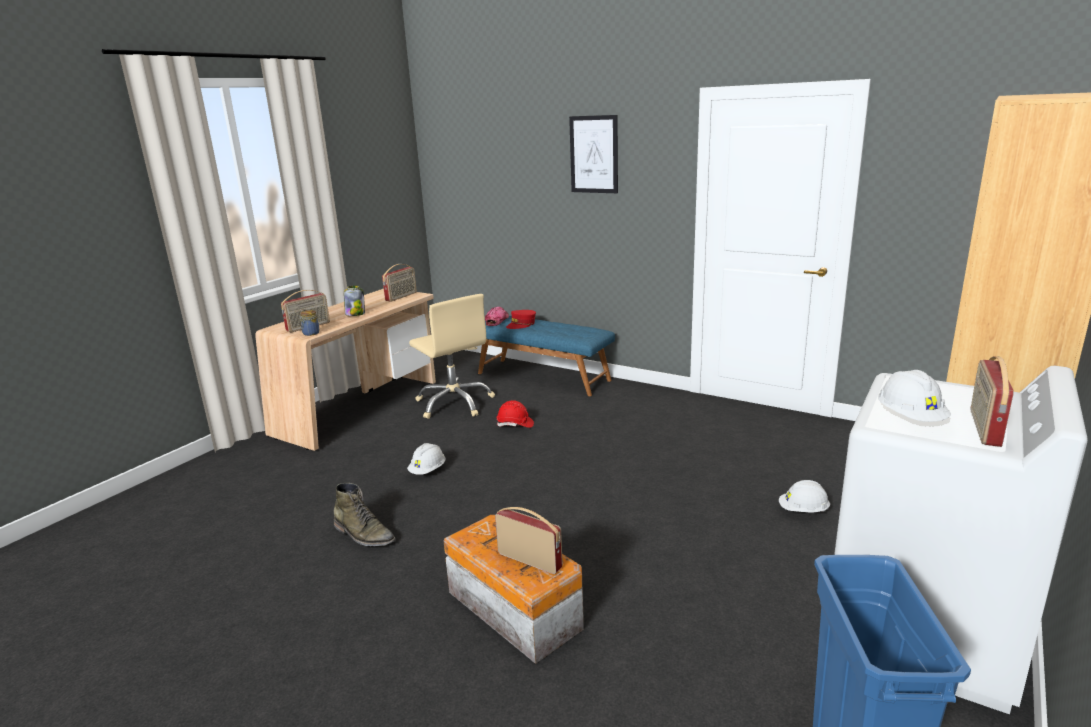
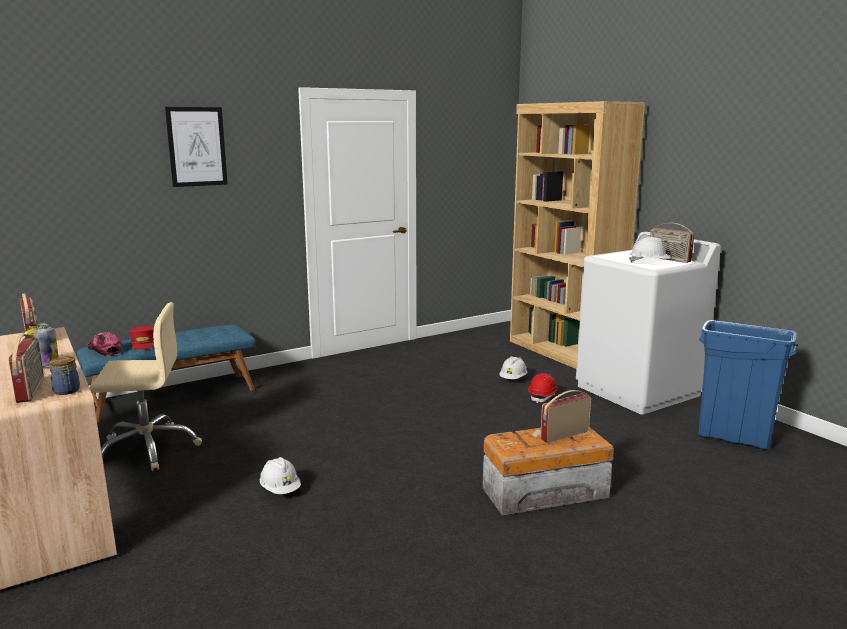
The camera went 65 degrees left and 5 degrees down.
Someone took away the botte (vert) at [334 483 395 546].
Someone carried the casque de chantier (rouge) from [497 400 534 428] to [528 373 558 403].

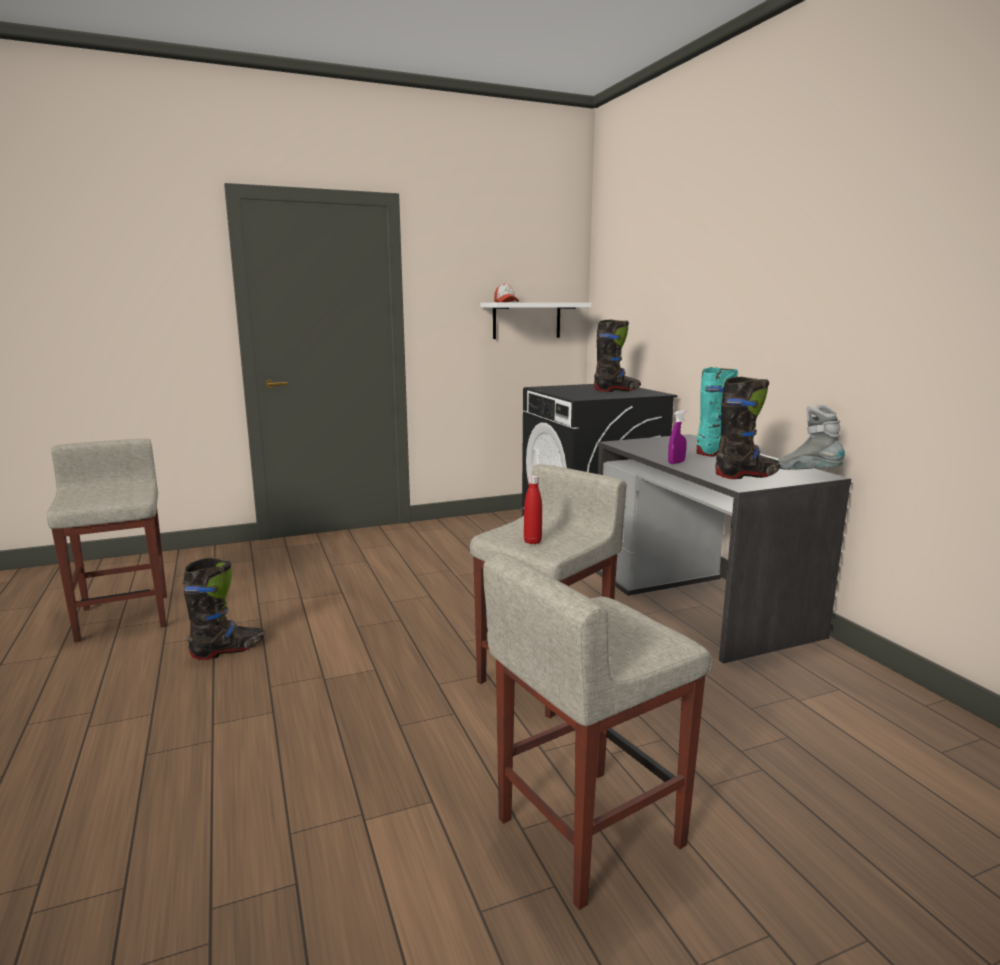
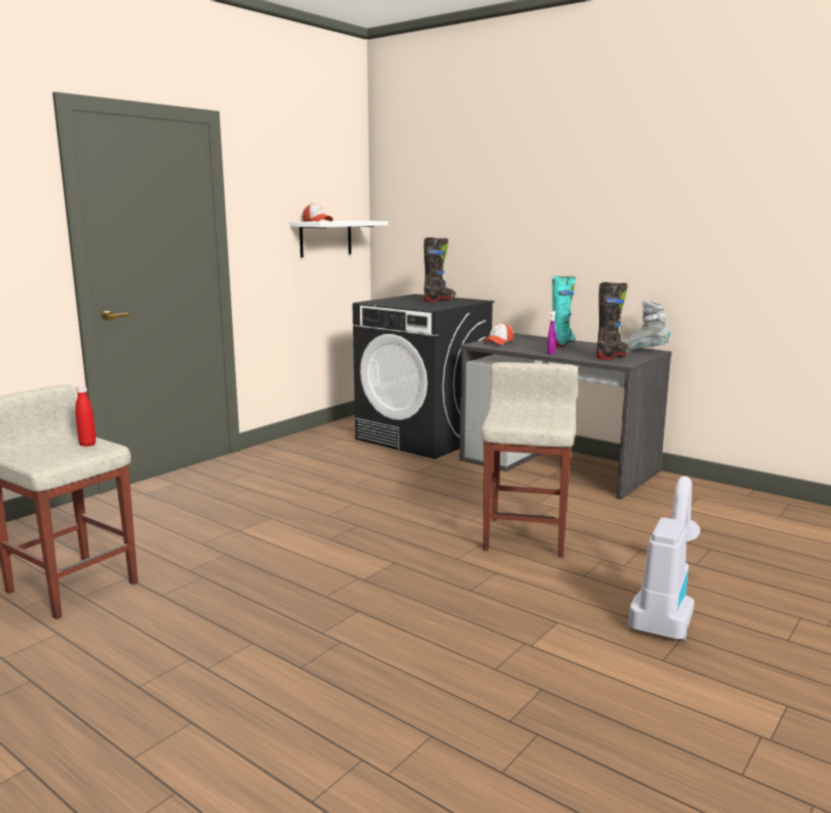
The camera went 30 degrees left and 0 degrees up.
Someone took away the botte (noir) at [183 558 265 660].
Someone swapped the tabouret (beige) at [483 553 712 910] for the aspirateur at [628 476 700 641].
Someone carried the bouteille (rouge) from [524 475 542 544] to [75 385 96 447].
Someone put down the casquette at [483 323 513 345].

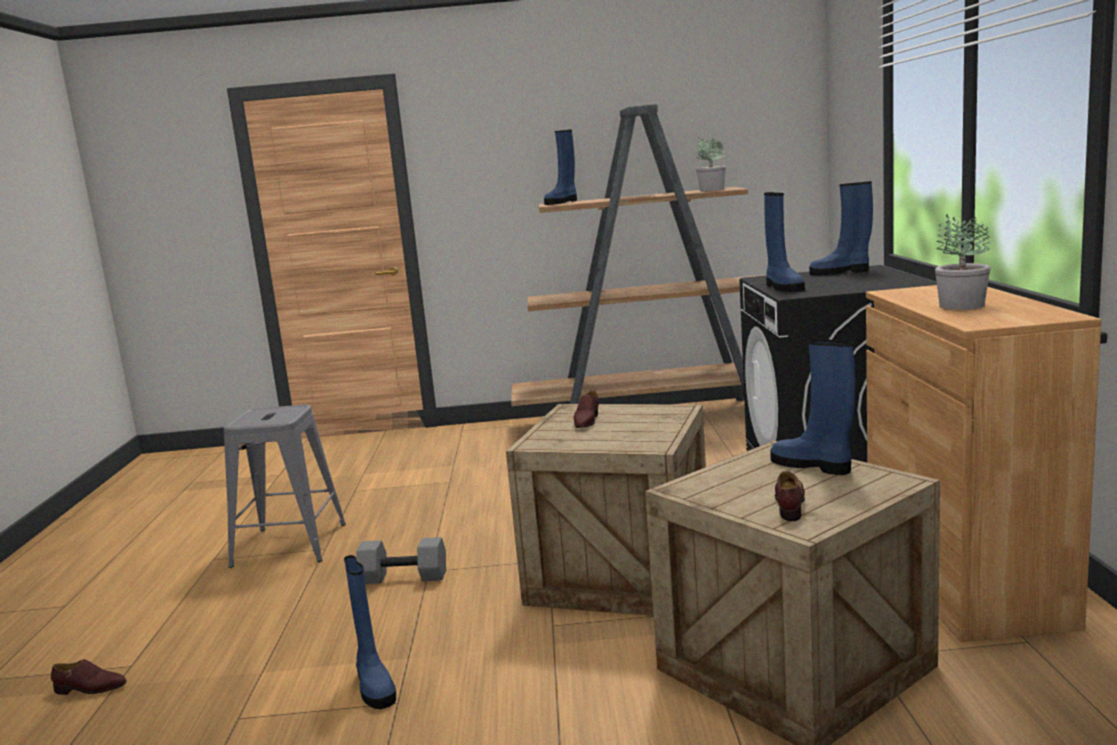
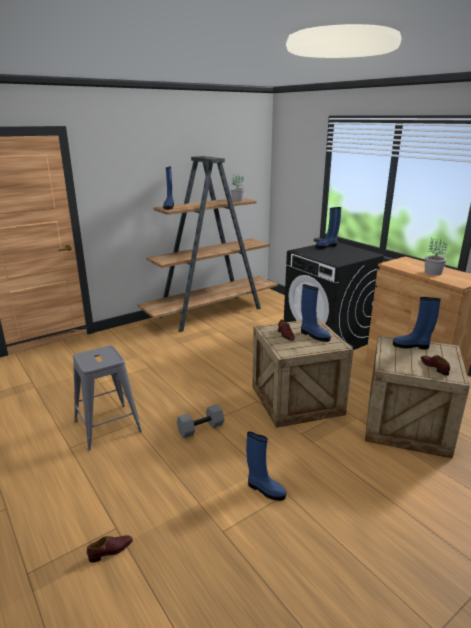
The camera went 35 degrees left and 10 degrees up.
Someone carried the botte (bleu) from [764 192 805 292] to [301 284 331 342].

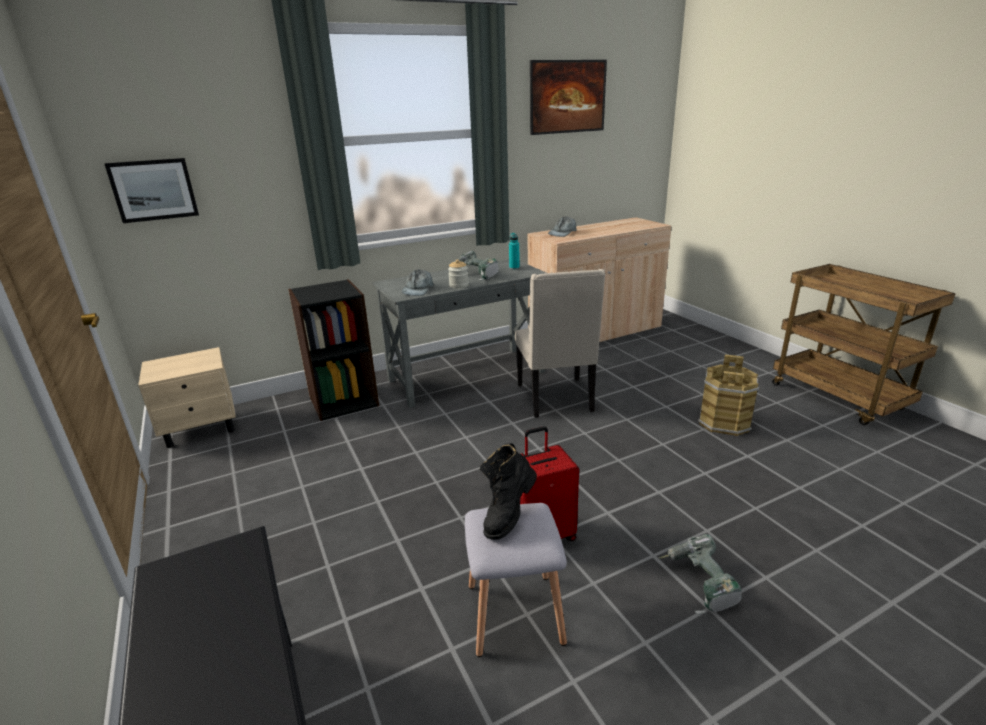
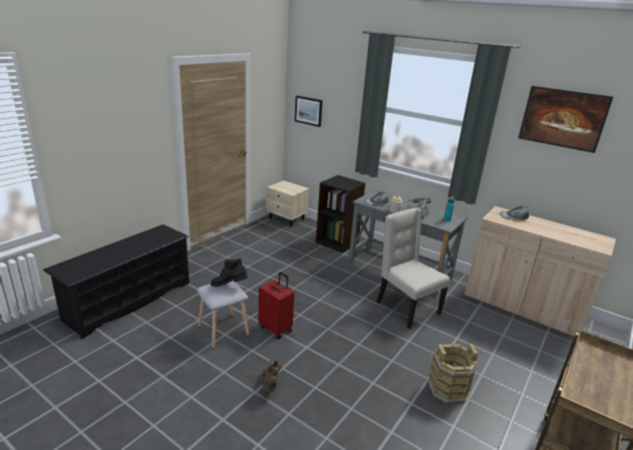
The camera went 60 degrees right and 0 degrees up.
Someone rotated the chaise (beige) at [515 269 606 418] by 90 degrees clockwise.
Someone swapped the perceuse at [659 534 742 615] for the botte (marron) at [260 359 284 392].

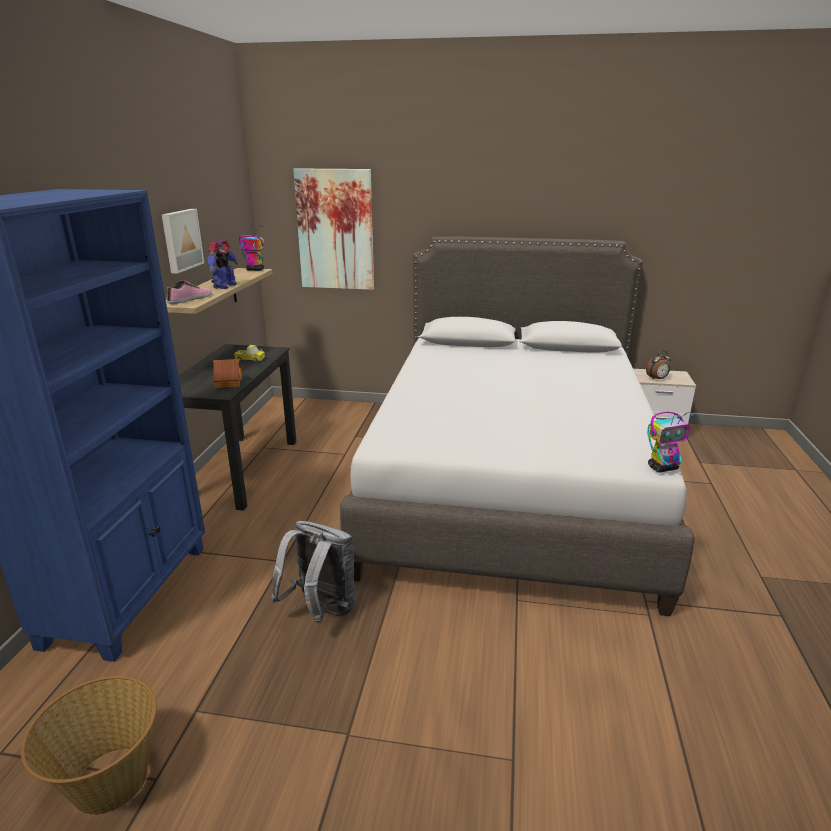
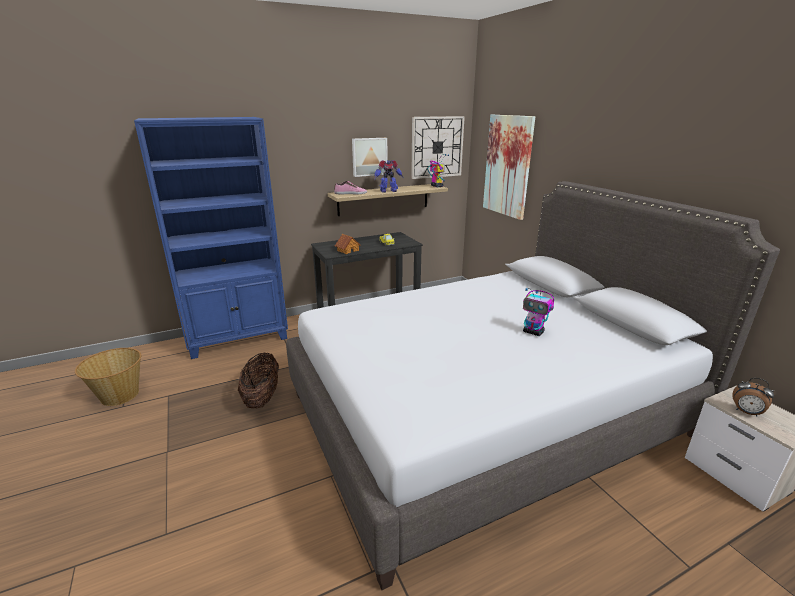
The camera went 55 degrees right and 0 degrees up.
Someone swapped the sac à dos (gris) at [271 521 355 624] for the panier at [238 353 279 408].
Someone carried the robot jouet from [647 412 694 472] to [523 288 554 336].
Someone put up the horloge murale at [411 116 465 179].

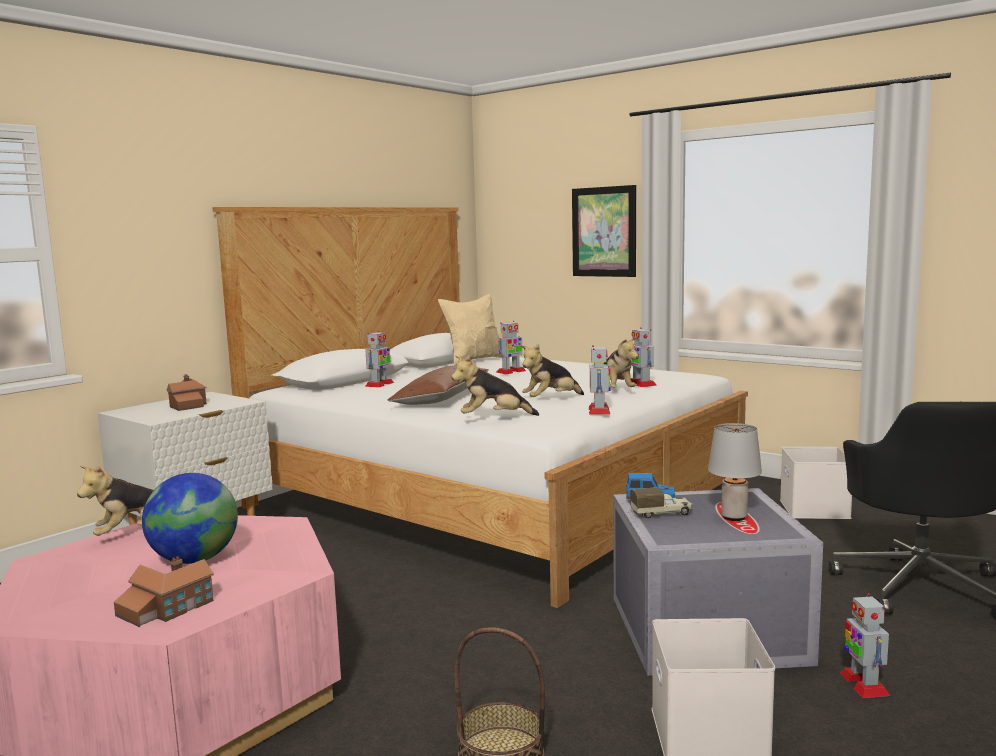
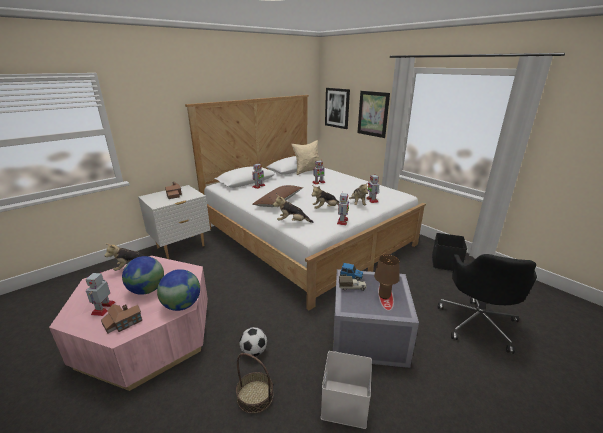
The camera went 10 degrees right and 15 degrees up.
Someone repainted the lampe de table (gris) at [708 423 762 521], which became the lampe de table (marron) at [374 254 400 299].
Someone repainted the boîte de rangement (blanc) at [780 447 852 519], which became the boîte de rangement (noir) at [432 233 467 271].
Someone carried the robot jouet from [840 593 890 698] to [86 272 115 316].
Someone put down the globe at [157 269 200 311].
Someone put down the ballon de foot at [239 327 267 356].
Someone put up the tableau at [325 88 350 129].

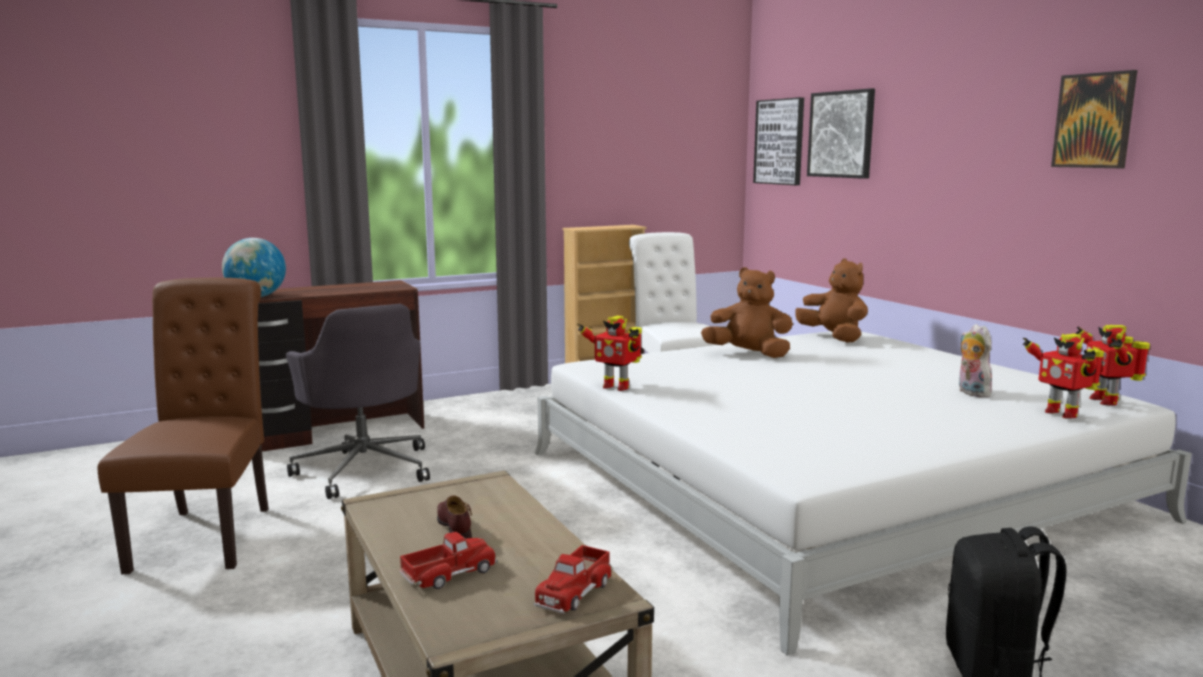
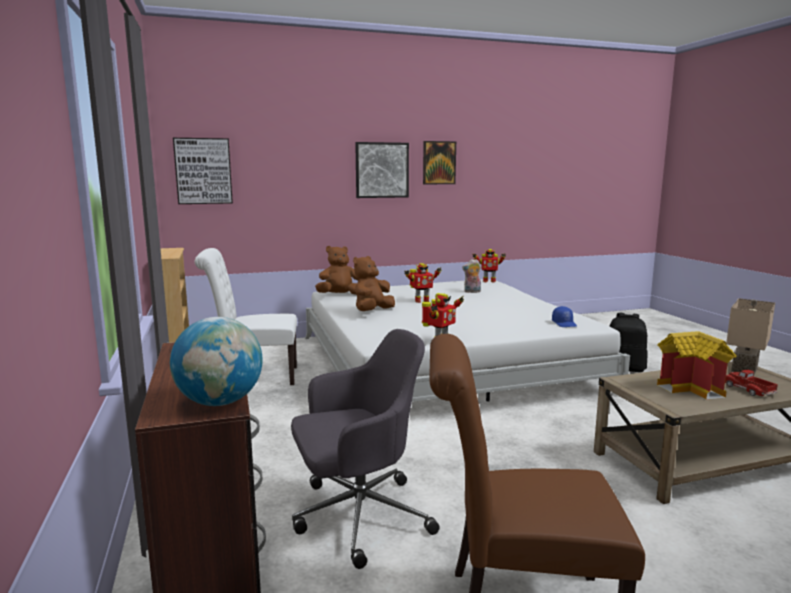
The camera went 80 degrees left and 0 degrees up.
Someone swapped the chaussure (marron) at [437 495 472 539] for the maison miniature at [657 331 736 400].
Someone swapped the camion jouet at [534 545 613 614] for the lampe de table (beige) at [726 298 775 375].
Someone carried the tableau from [807 88 875 179] to [355 142 409 198].
Someone carried the robot jouet from [1023 334 1104 419] to [404 263 442 303].
Someone put down the casquette (bleu) at [552 306 577 327].

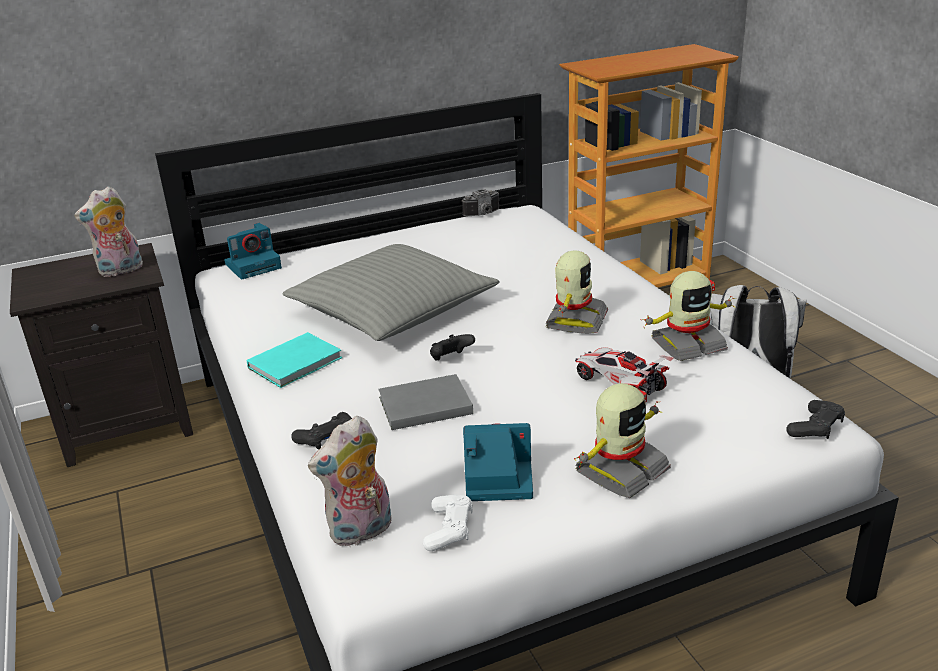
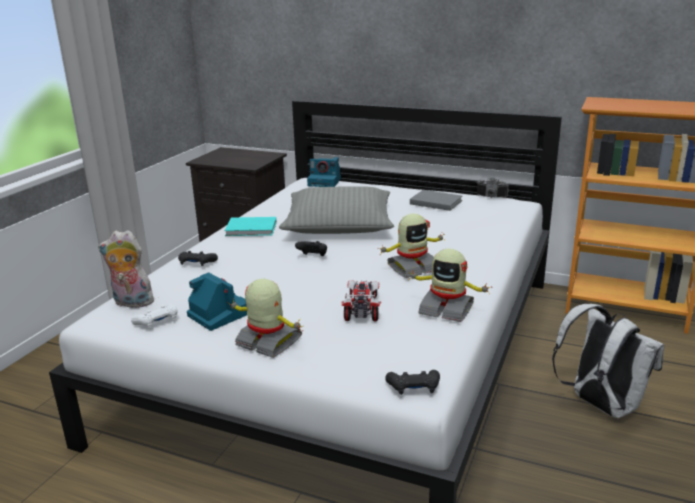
The camera went 45 degrees right and 5 degrees down.
Someone took away the peluche at [74 186 143 277].
Someone carried the livre (gris) from [378 374 473 430] to [410 190 462 211].
Someone rotated the robot jouet at [574 383 671 498] by 150 degrees counterclockwise.

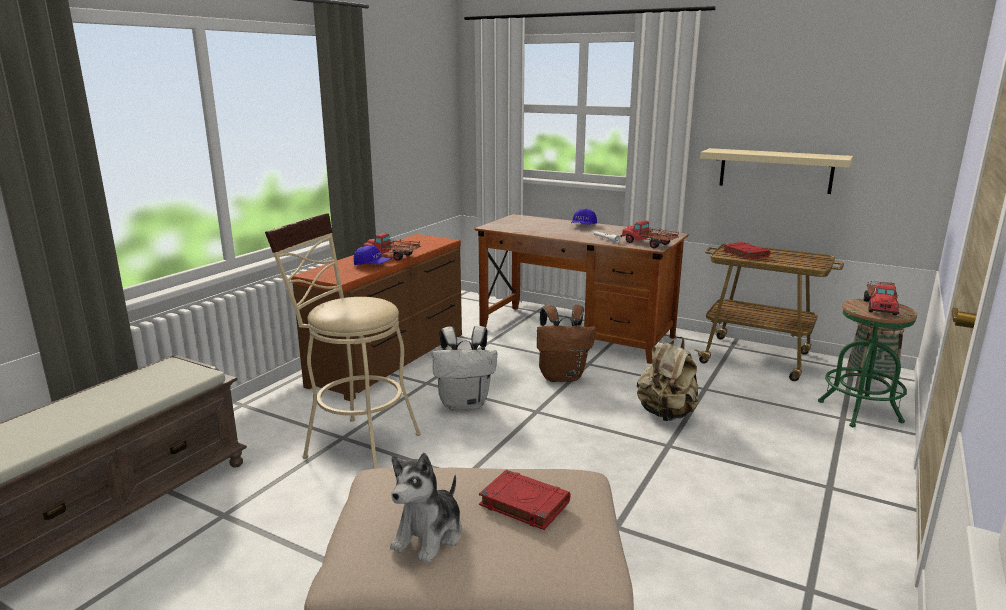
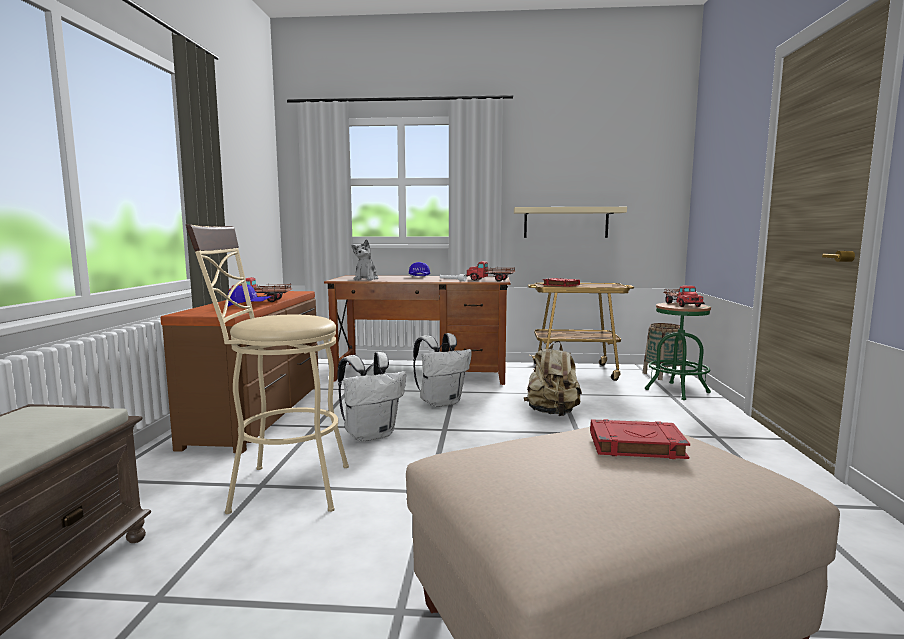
The camera went 25 degrees left and 10 degrees down.
Someone carried the peluche from [390 453 462 563] to [352 239 378 280].
Someone repainted the sac à dos (marron) at [537 305 596 382], which became the sac à dos (blanc) at [413 333 472 407].

